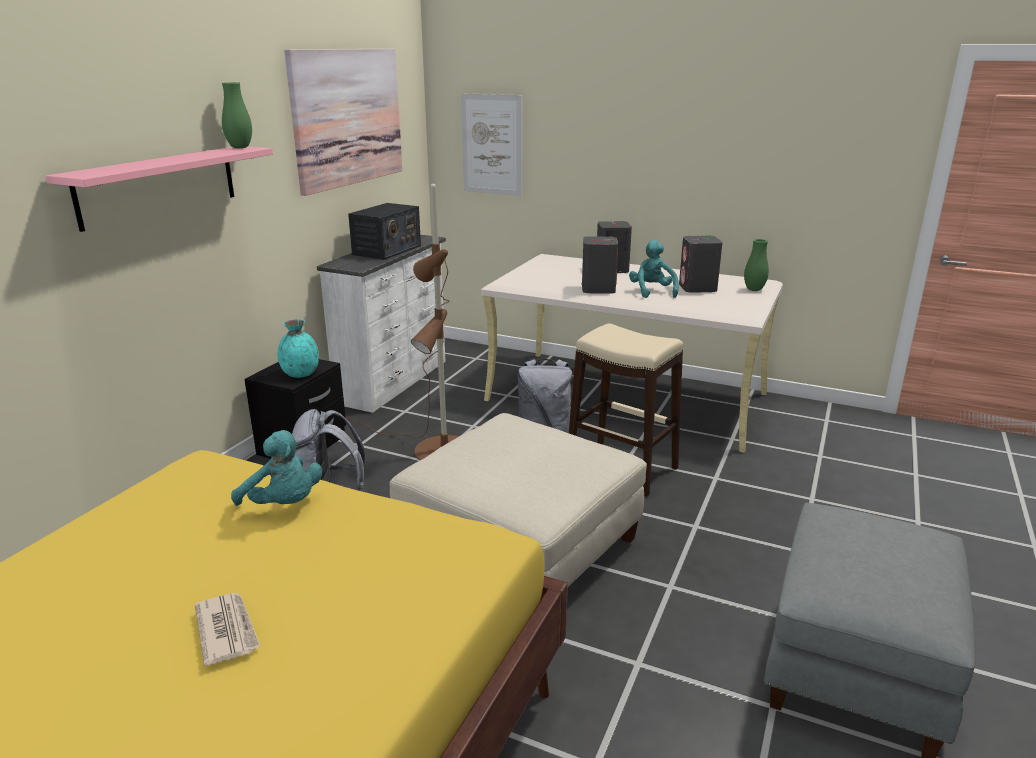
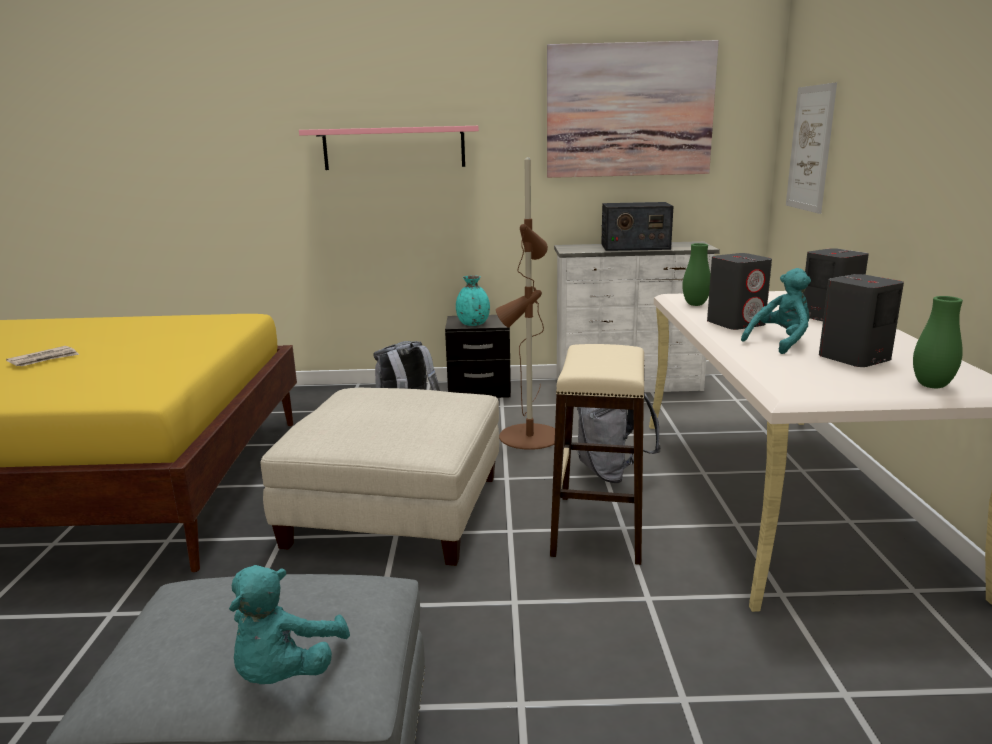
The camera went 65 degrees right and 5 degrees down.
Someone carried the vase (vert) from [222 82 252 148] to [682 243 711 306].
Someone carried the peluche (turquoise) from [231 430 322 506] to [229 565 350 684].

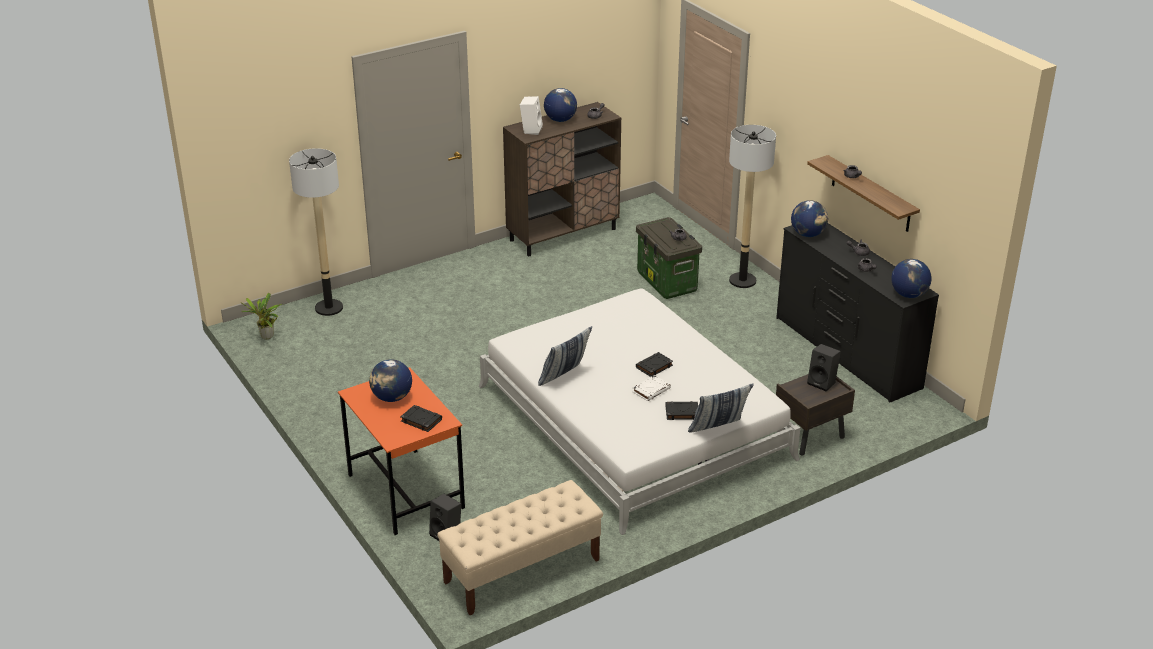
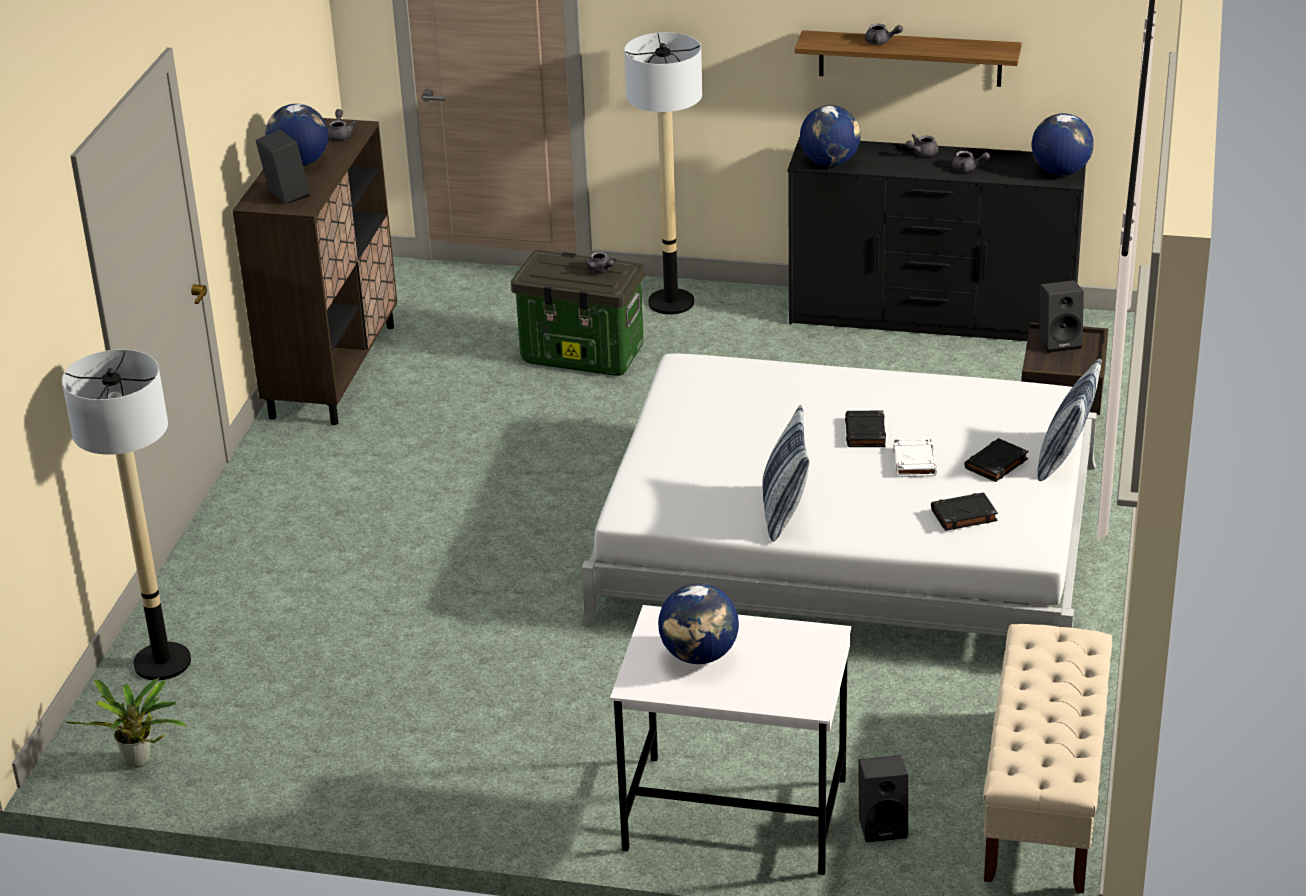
The camera went 45 degrees left and 0 degrees up.
Someone repainted the bureau (orange) at [338 367 465 535], which became the bureau (blanc) at [610 605 851 875].
Someone carried the livre (noir) from [400 405 442 432] to [931 492 998 531].
Someone repainted the enceinte (blanc) at [520 96 543 135], which became the enceinte (noir) at [256 129 310 204].

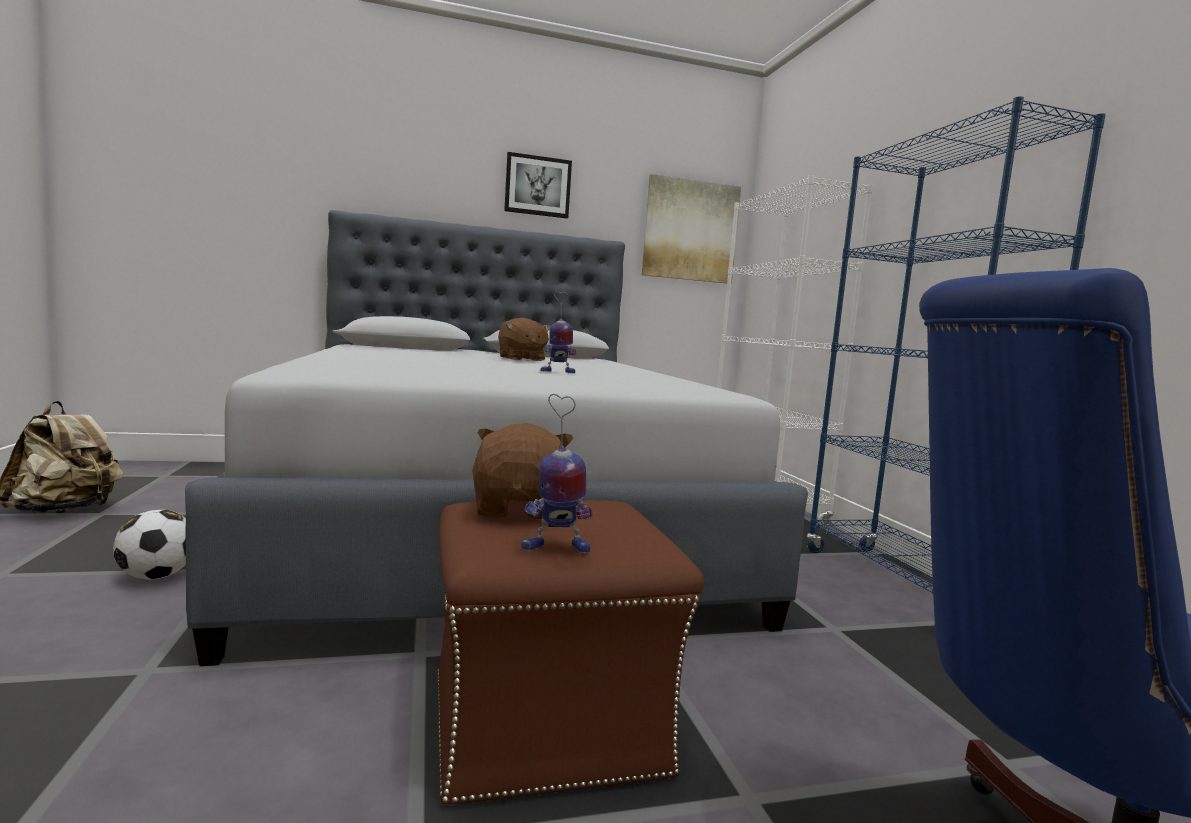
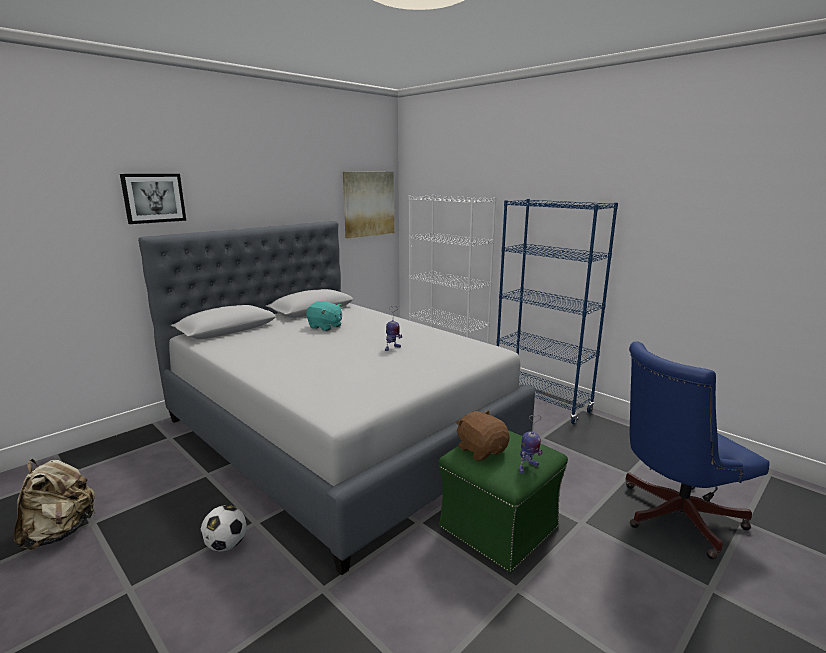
The camera went 30 degrees left and 10 degrees up.
Someone repainted the pouf (marron) at [437 500 704 805], which became the pouf (vert) at [439 430 568 573].
Someone repainted the peluche (marron) at [498 318 551 361], which became the peluche (turquoise) at [306 301 342 331].
Someone carried the tableau from [504 152 572 218] to [120 174 186 224].

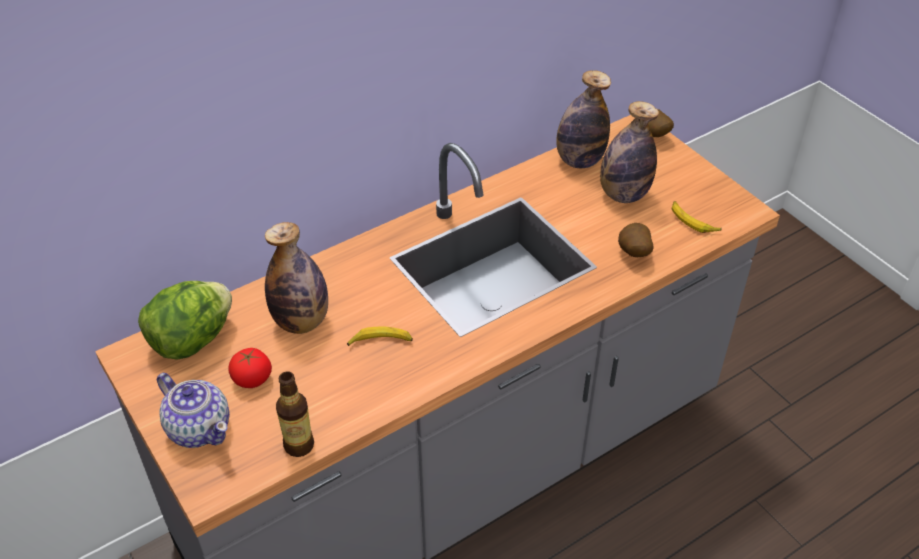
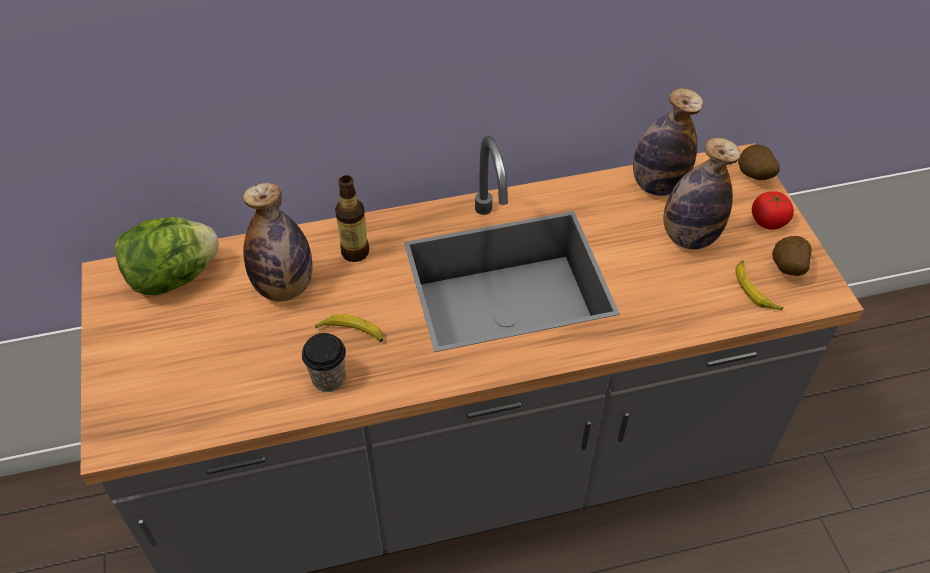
The camera went 20 degrees right and 5 degrees up.
Someone took away the théière at [157 373 230 448].
Someone carried the tomate from [228 348 272 388] to [752 191 794 230].
Someone carried the bouteille from [276 372 314 457] to [335 175 369 262].
Someone carried the pomme de terre from [618 223 654 257] to [772 236 811 276].
Someone put down the tasse at [302 333 346 392].

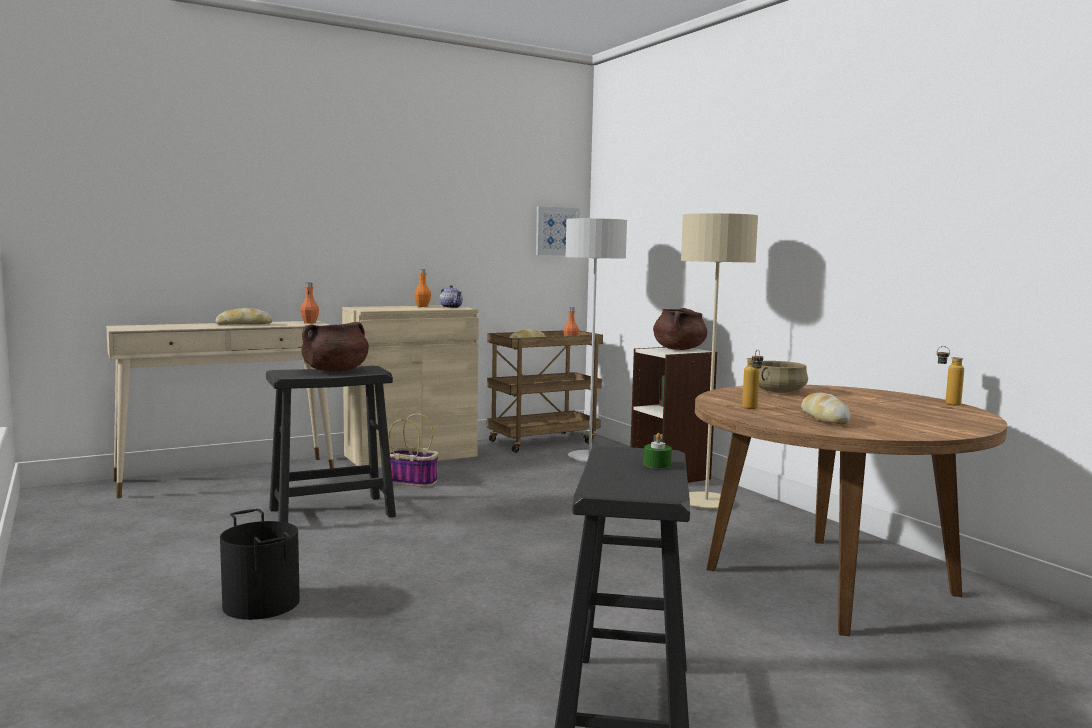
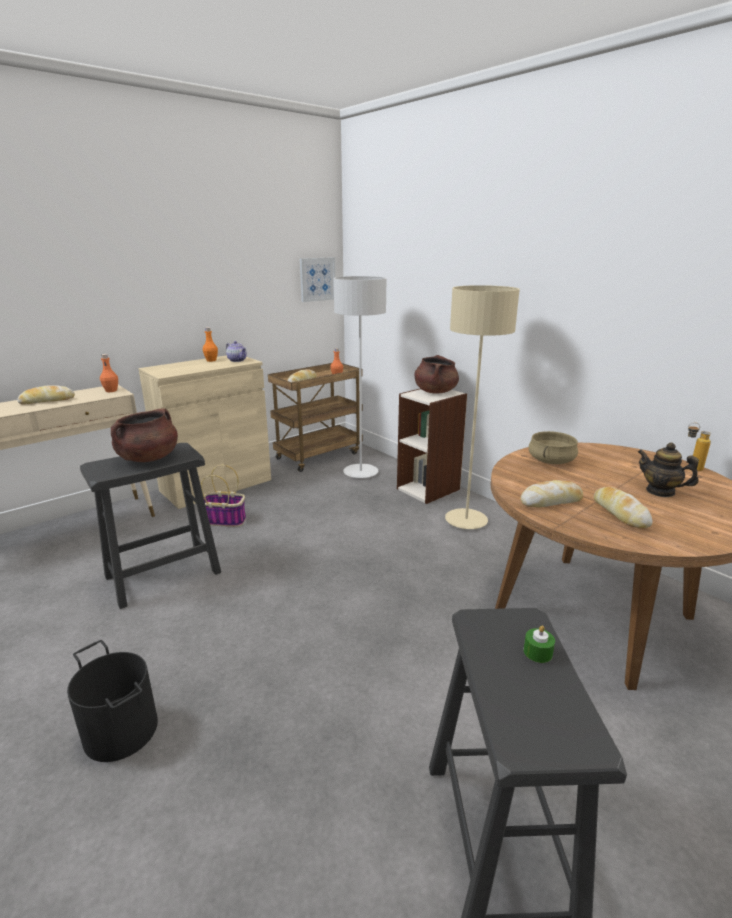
The camera went 10 degrees left and 15 degrees up.
Someone swapped the bouteille at [742 349 763 409] for the pain at [520 480 583 507].
Someone put down the théière at [638 443 699 497].

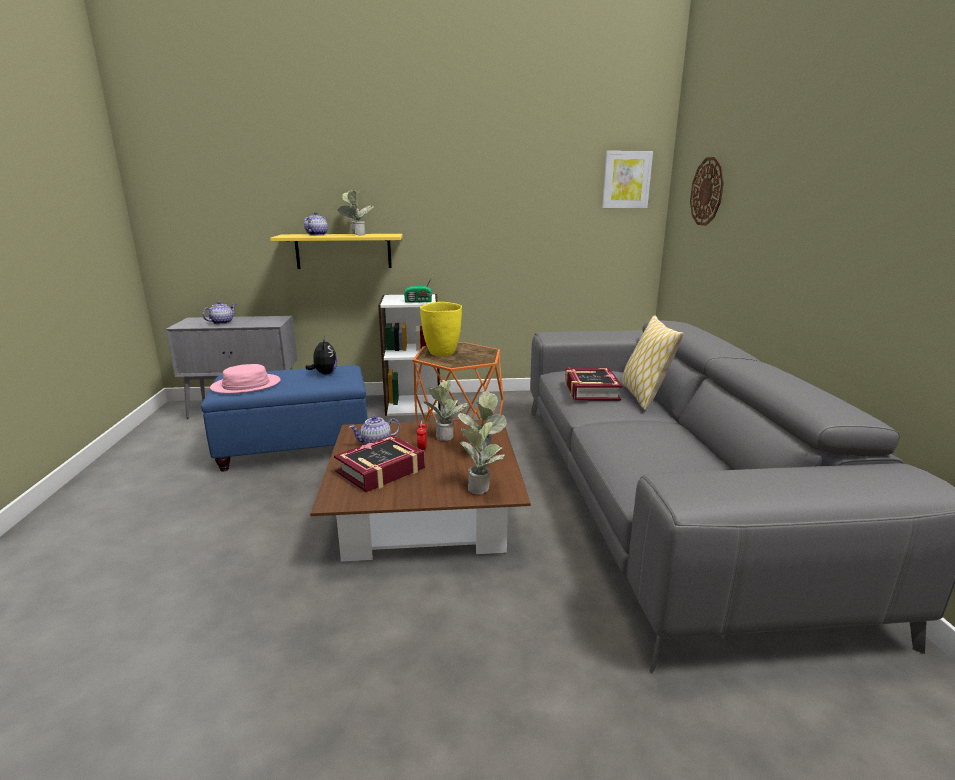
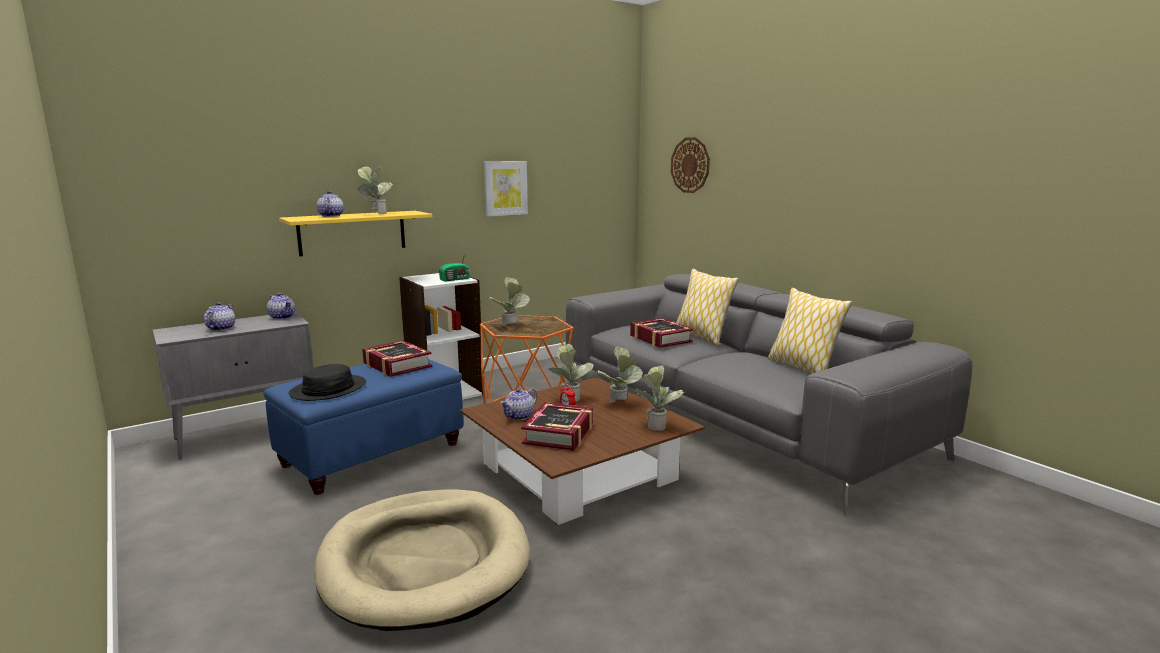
The camera went 30 degrees left and 5 degrees down.
Someone repainted the chapeau (rose) at [210 364 281 394], which became the chapeau (noir) at [289 364 366 401].
Someone swapped the peluche at [306 337 337 374] for the livre at [362 340 432 377].
Someone swapped the vase (jaune) at [420 302 462 356] for the plante en pot at [490 277 530 326].
Someone carried the tableau from [602 151 653 208] to [484 161 528 216].
Someone put down the théière at [267 293 295 320].
Someone put down the panier pour chien (beige) at [314 489 530 631].
Someone put down the coussin at [768 287 852 374].

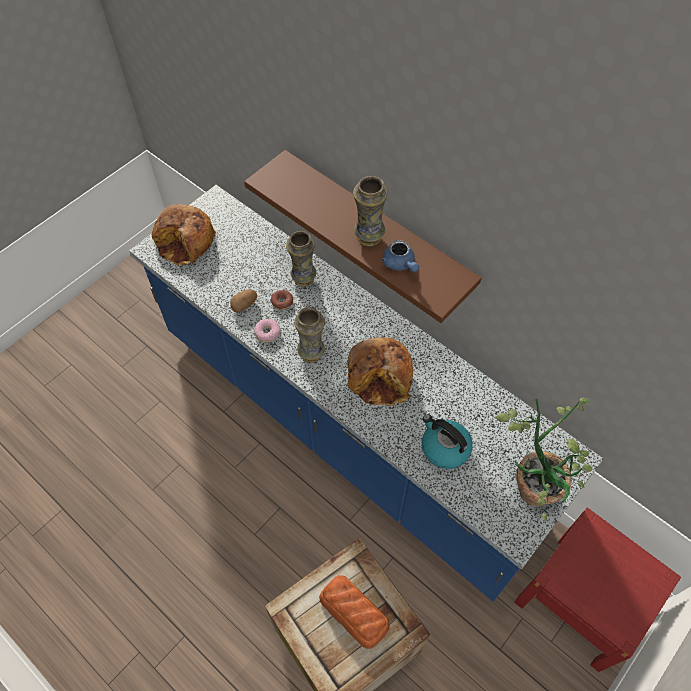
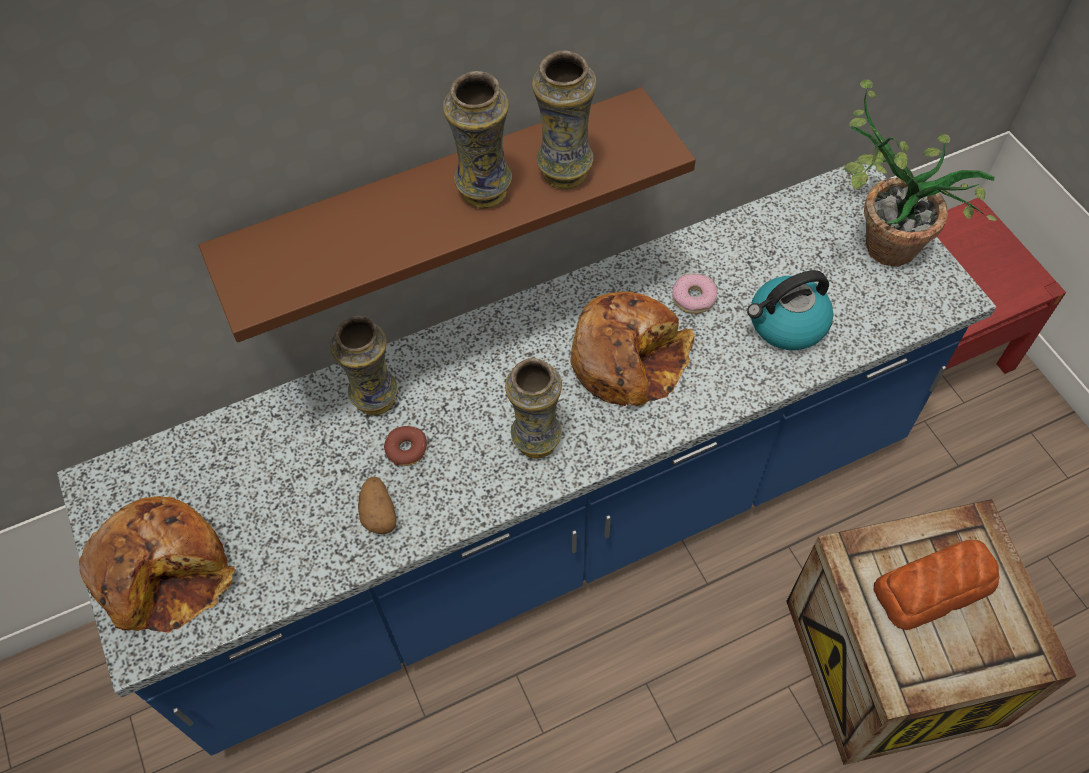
The camera went 65 degrees left and 0 degrees up.
Someone carried the beignet from [254 319 281 343] to [672 274 718 314].
Someone swapped the théière (bleu) at [381 240 419 272] for the vase at [532 50 596 189].

